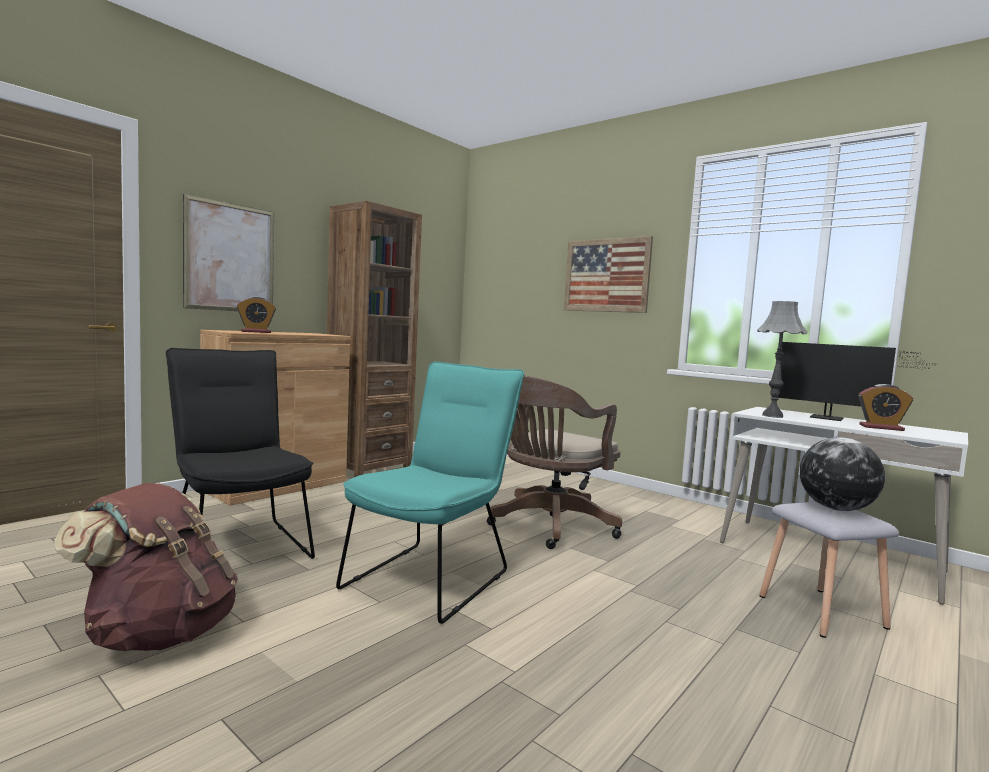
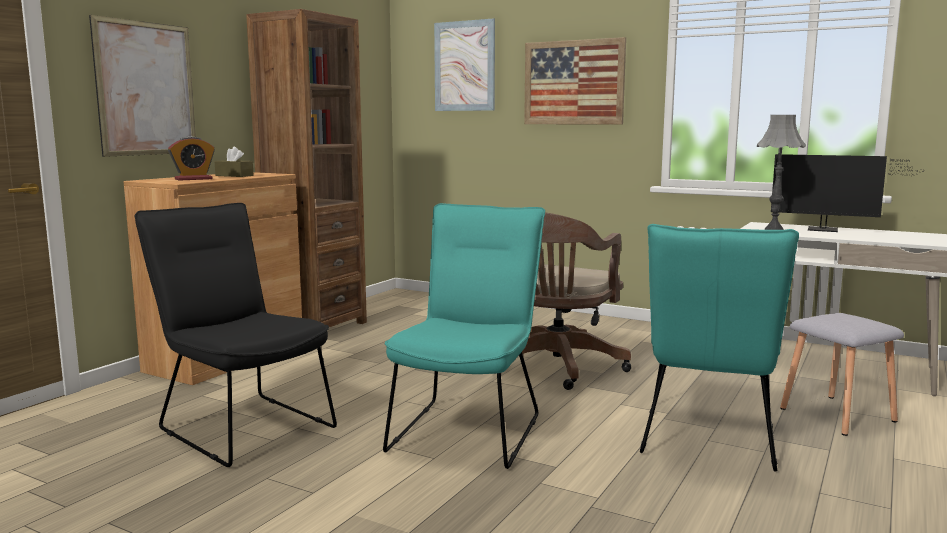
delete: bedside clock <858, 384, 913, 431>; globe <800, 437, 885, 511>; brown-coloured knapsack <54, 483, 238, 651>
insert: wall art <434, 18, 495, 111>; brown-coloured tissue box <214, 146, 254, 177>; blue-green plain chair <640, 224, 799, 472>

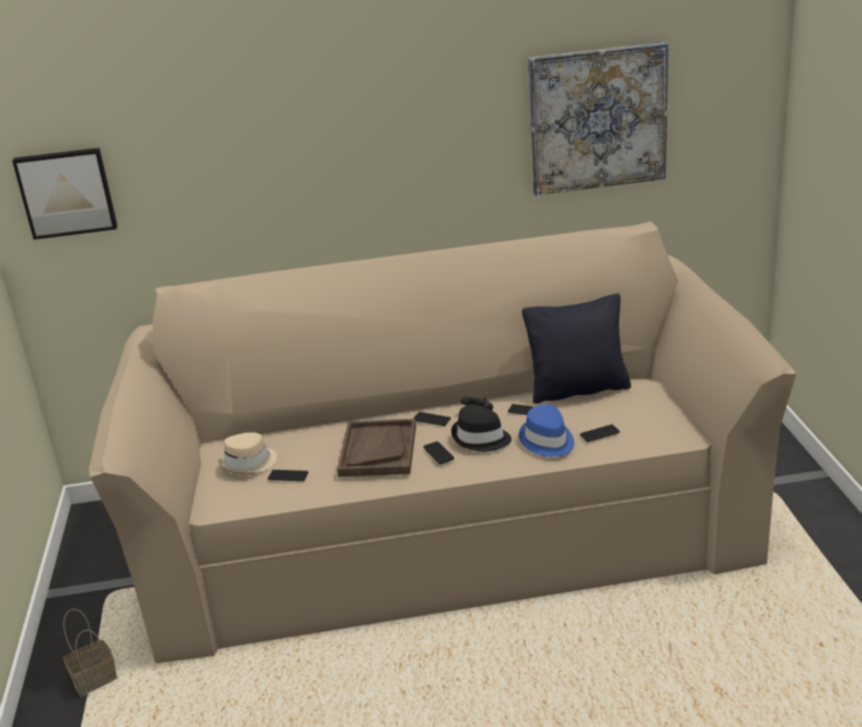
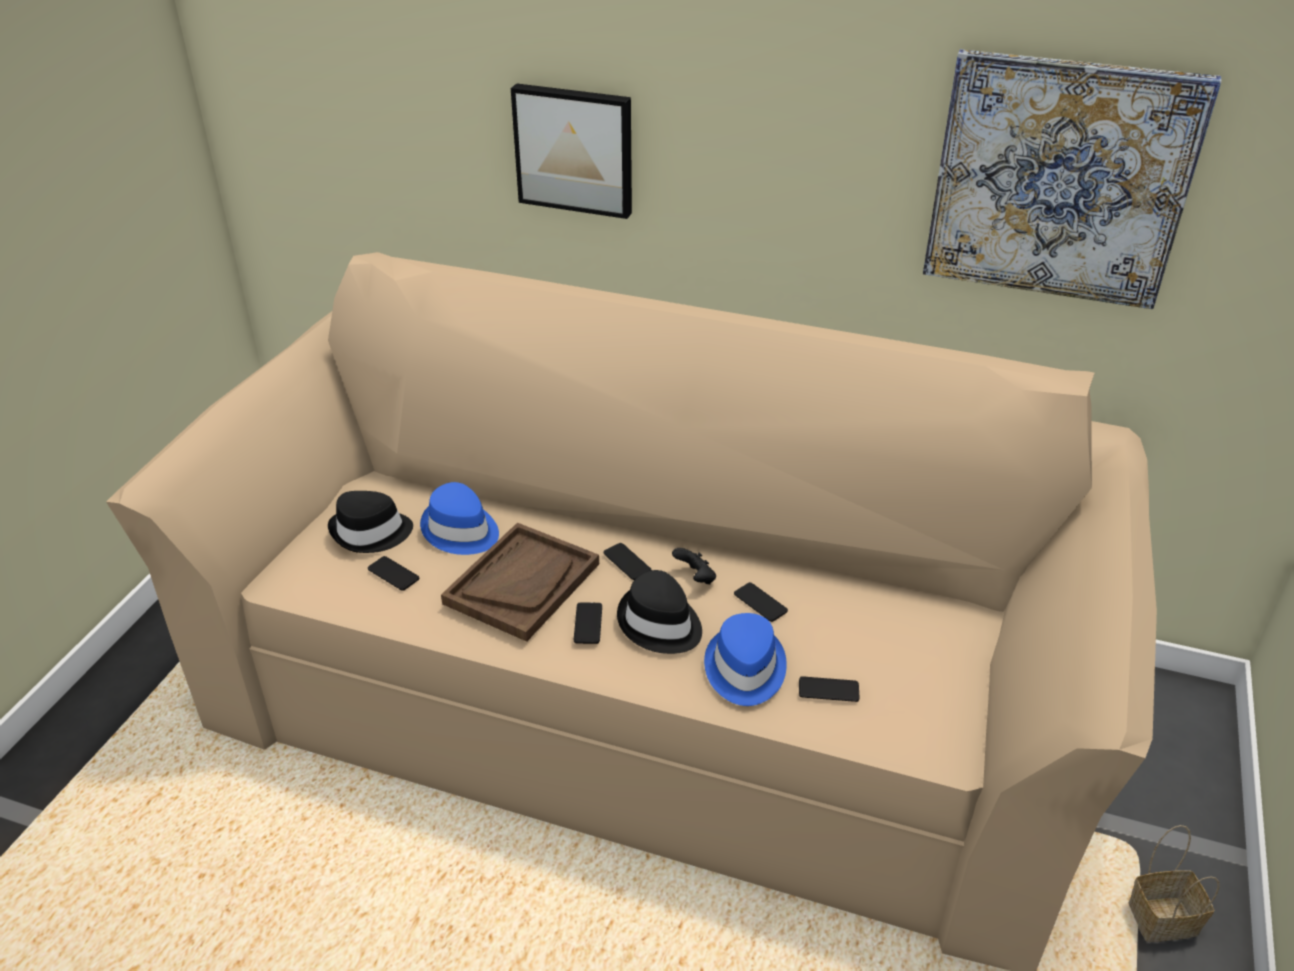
delete: blackish throw pillow <522, 294, 631, 404>
insert: bluish clothing hat <420, 482, 499, 555>
move: wall art <12, 148, 117, 240> to <511, 83, 632, 219>; storage basket <63, 609, 117, 697> to <1129, 825, 1220, 942>
recolor: beige clothing hat <218, 432, 277, 475> to blackish clothing hat <328, 491, 413, 553>

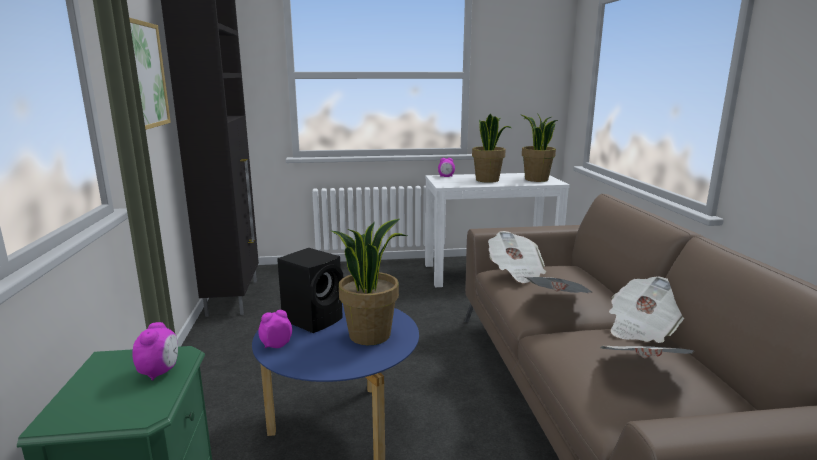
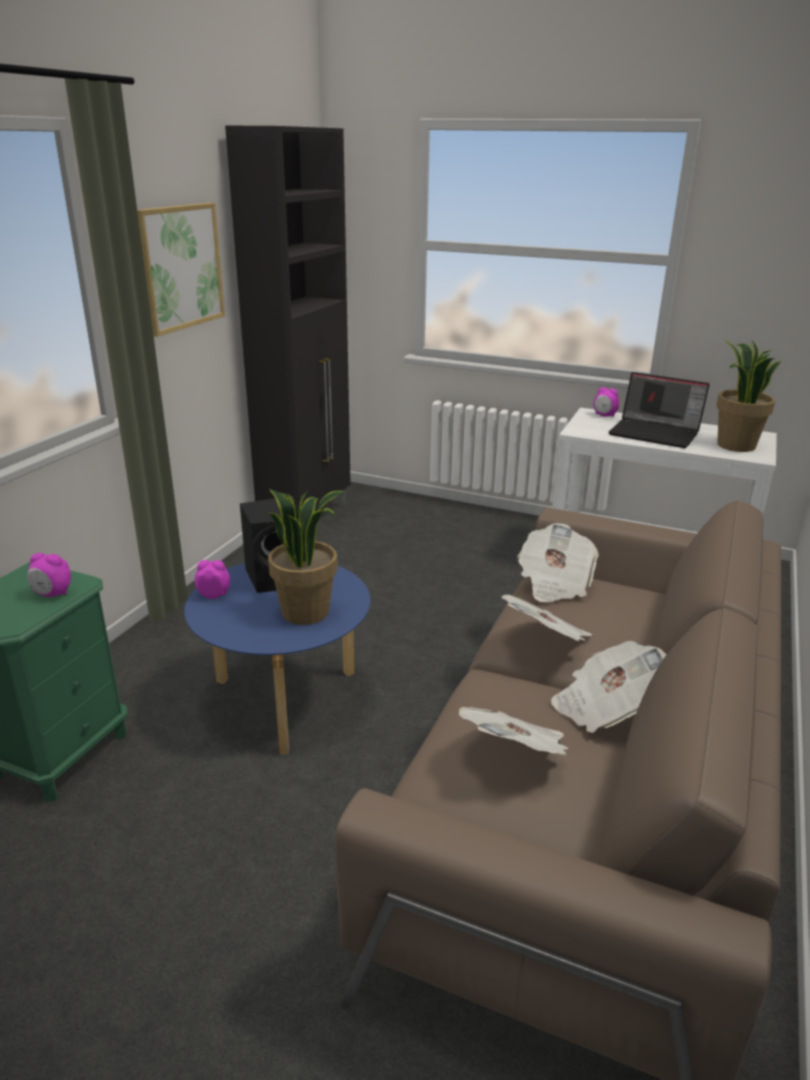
replace: plant in a pot <472, 113, 512, 183> to portable computer <608, 372, 710, 448>
rotate: bedside clock <132, 322, 178, 381> = <28, 553, 71, 597> 75 degrees clockwise

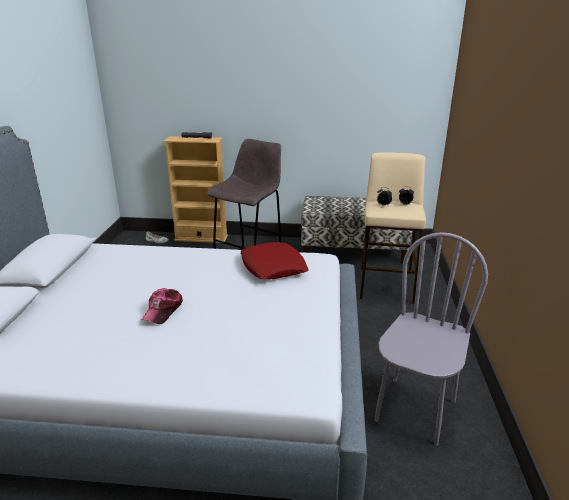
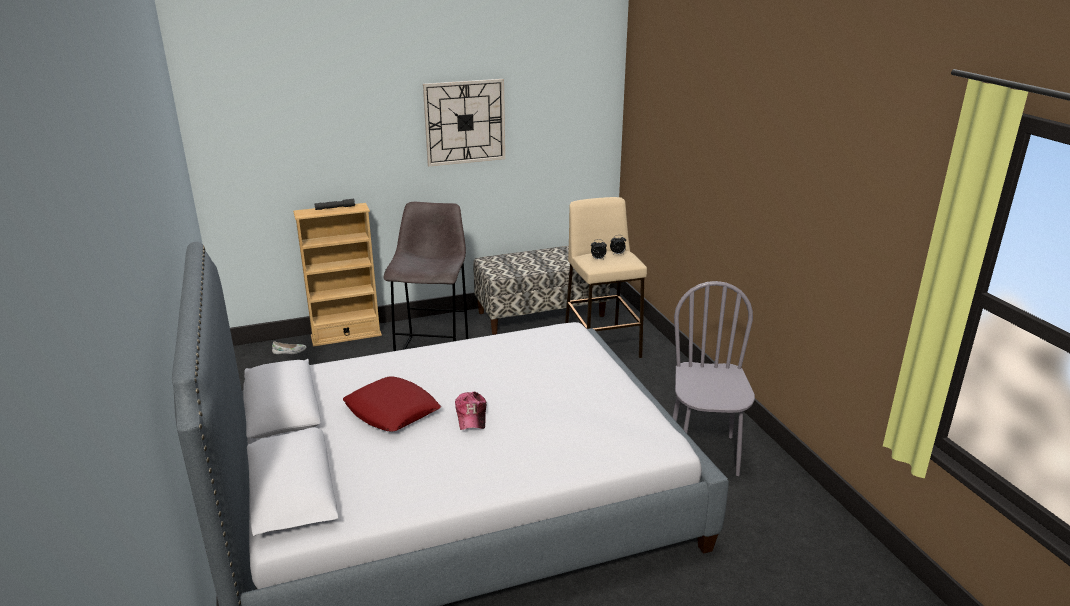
insert: wall clock <423, 79, 505, 166>
move: red-coloured throw pillow <241, 242, 309, 279> to <343, 376, 441, 432>

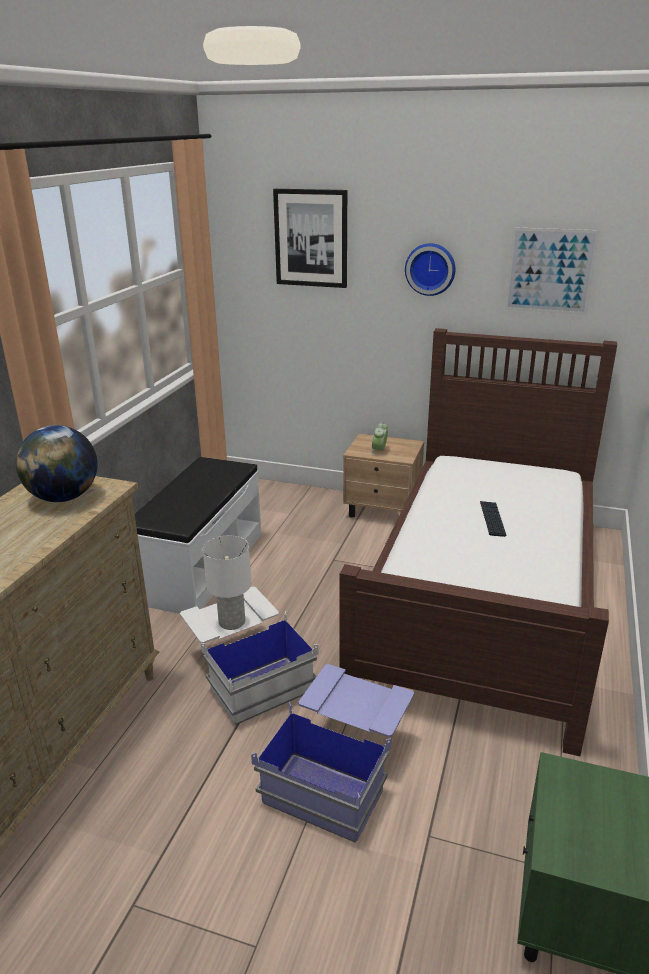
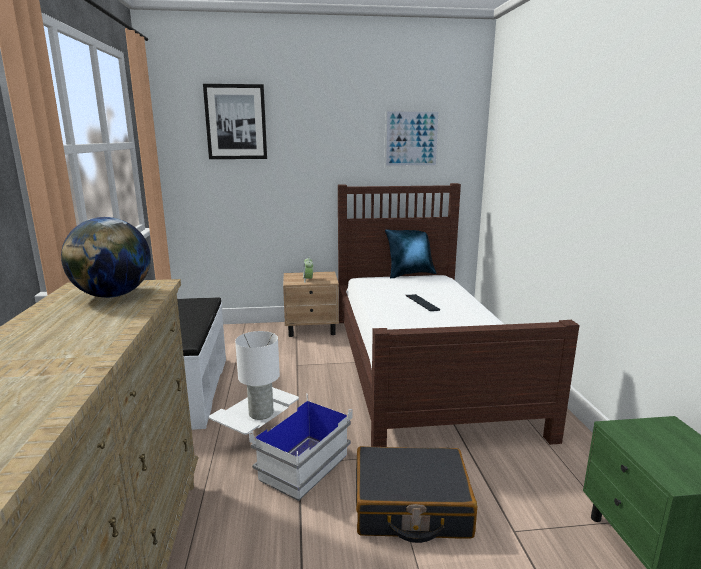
delete: wall clock <405, 243, 455, 296>
insert: bluish throw pillow <385, 229, 437, 278>
replace: bluish storage box <251, 664, 414, 843> to blackish piece of luggage <356, 446, 477, 543>

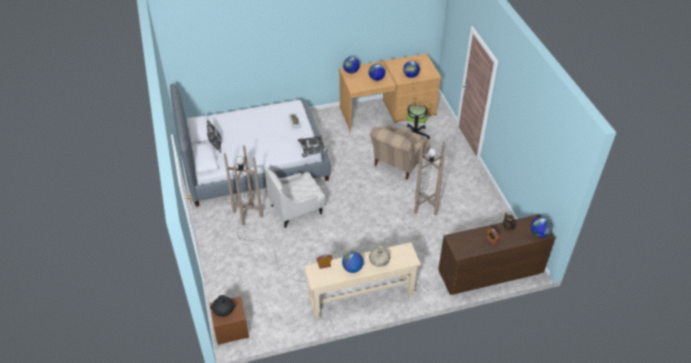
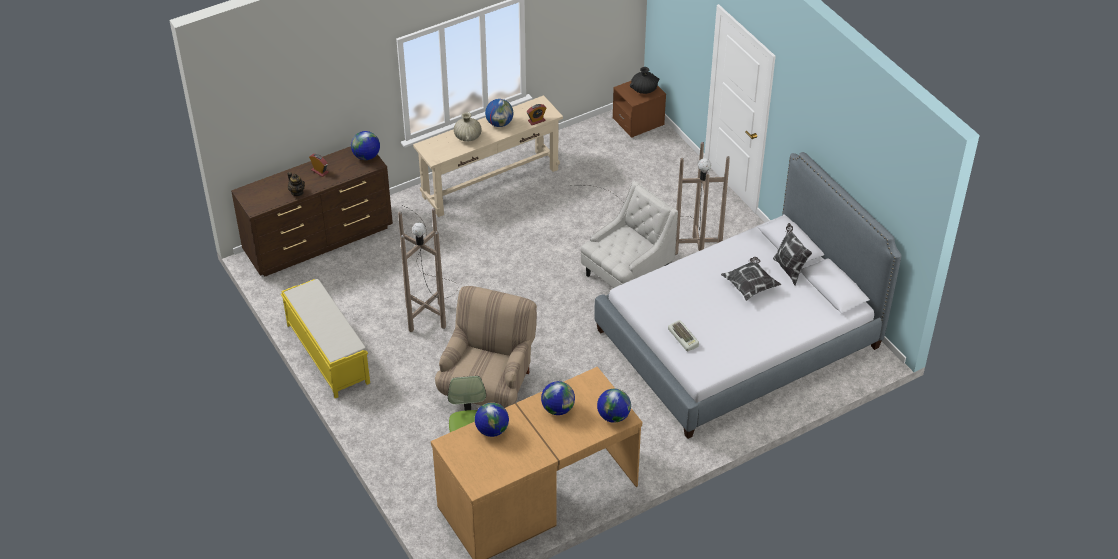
insert: yellow-coloured bench <281, 279, 370, 398>
move: throw pillow <298, 135, 328, 157> to <721, 257, 781, 301>; globe <531, 217, 552, 238> to <351, 131, 380, 160>

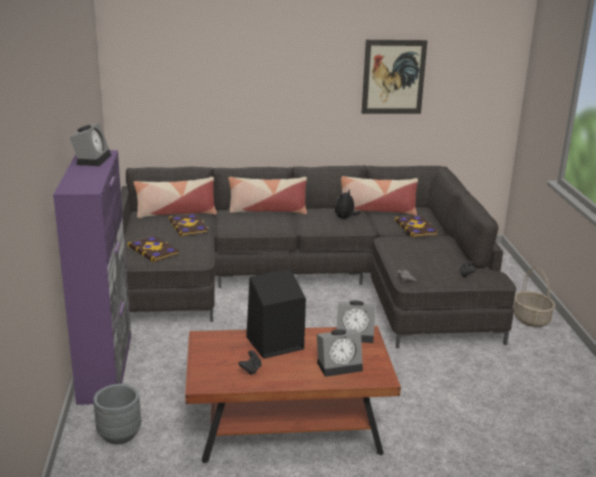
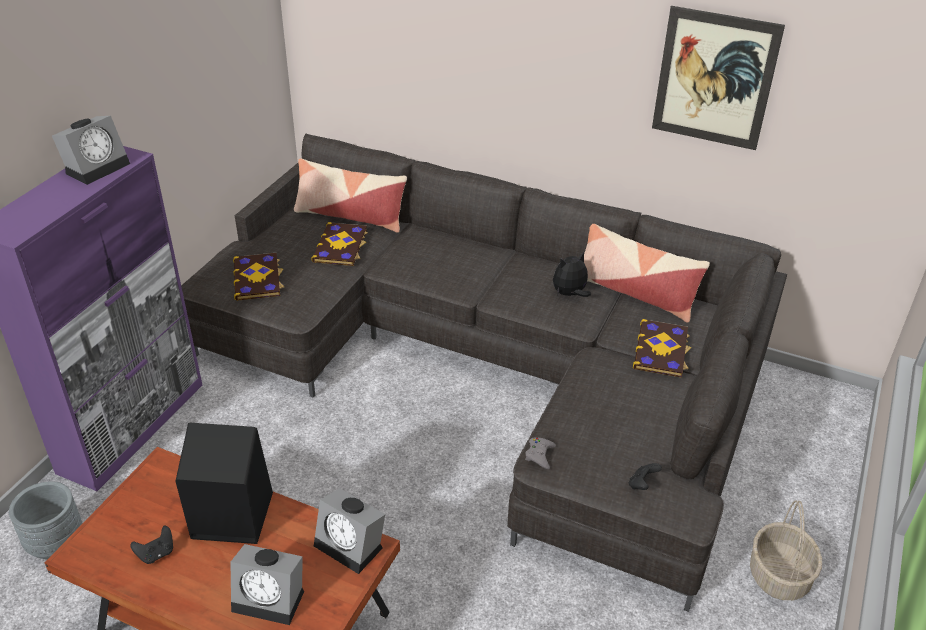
delete: throw pillow <228, 177, 307, 214>

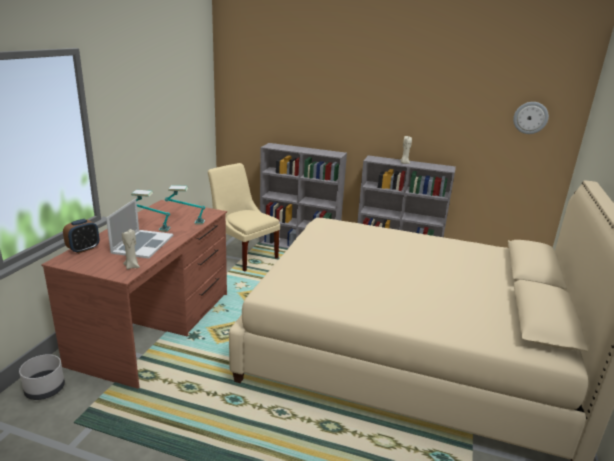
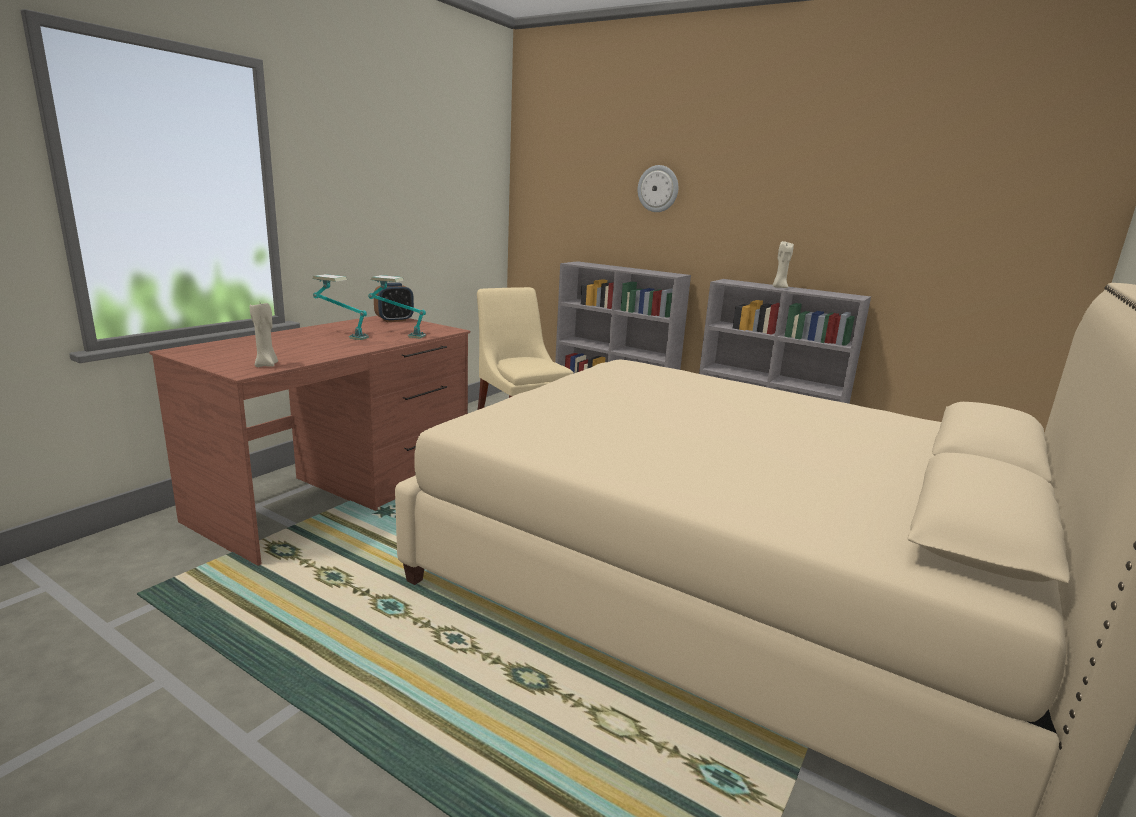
delete: portable computer <106, 198, 173, 259>; gray plant pot <19, 354, 65, 400>
move: wall clock <513, 102, 549, 134> to <638, 165, 678, 212>; bedside clock <63, 219, 99, 254> to <374, 283, 414, 322>

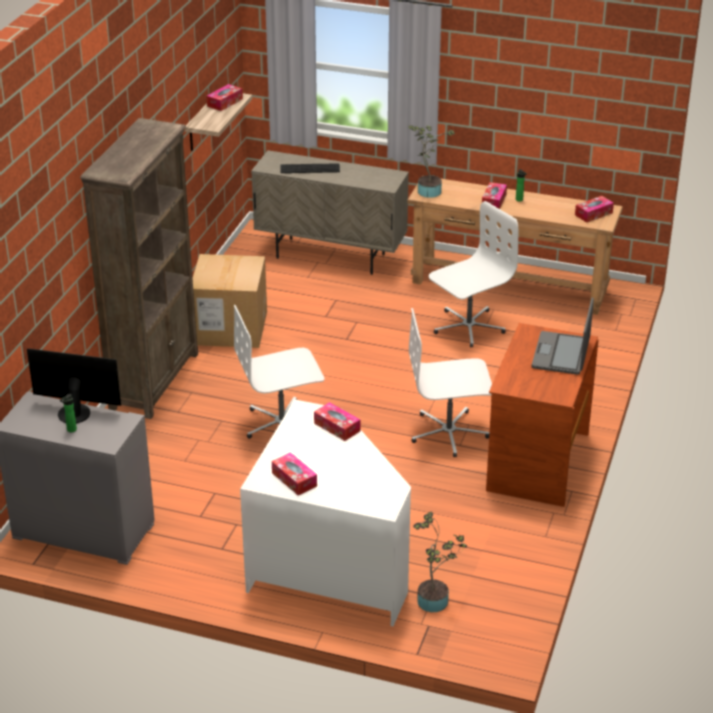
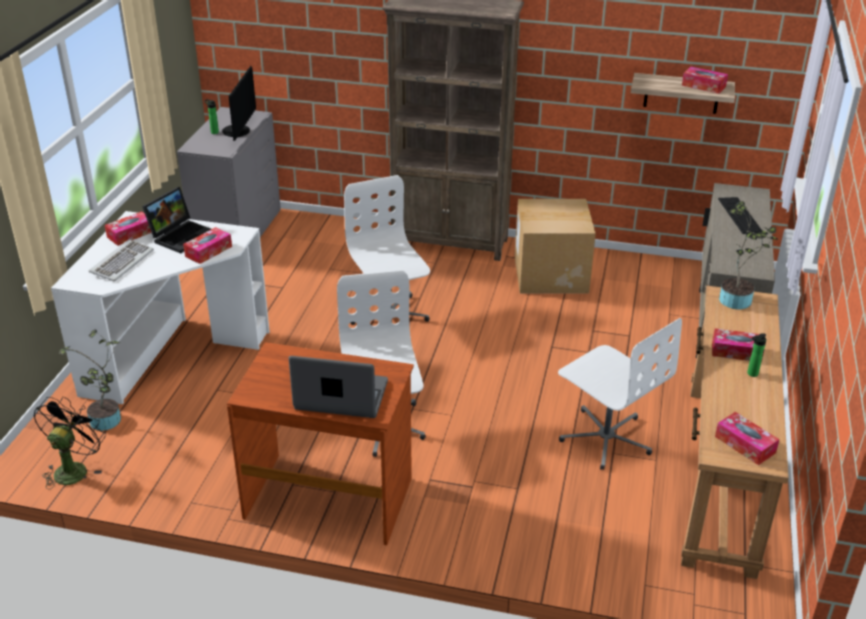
insert: portable computer <142, 187, 211, 253>; computer keyboard <88, 240, 154, 281>; blackish fan <33, 397, 106, 489>

